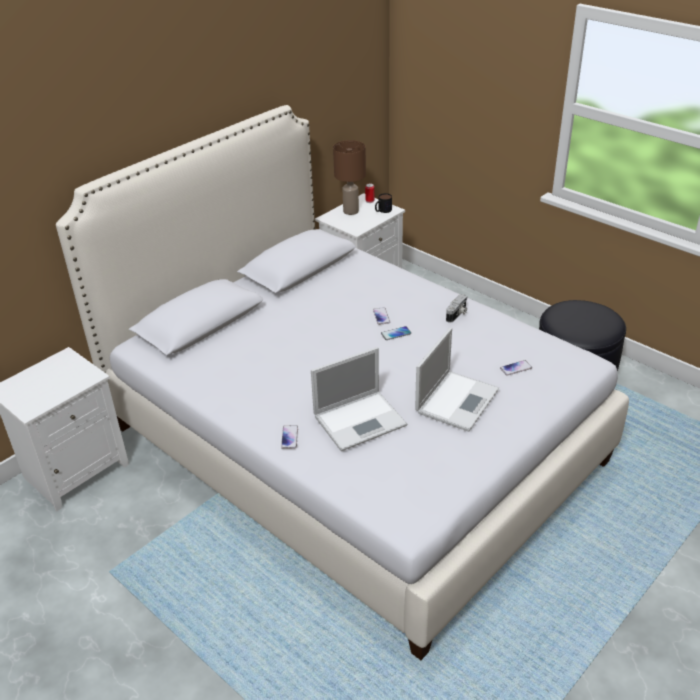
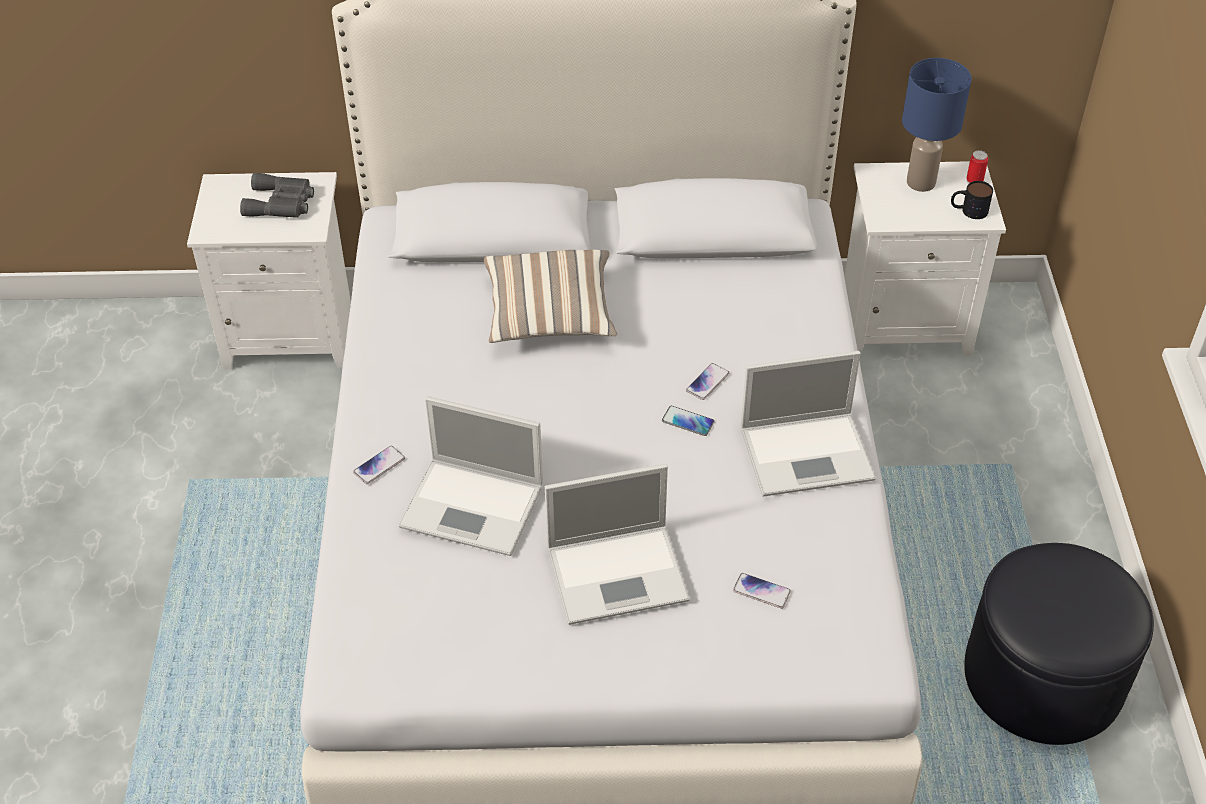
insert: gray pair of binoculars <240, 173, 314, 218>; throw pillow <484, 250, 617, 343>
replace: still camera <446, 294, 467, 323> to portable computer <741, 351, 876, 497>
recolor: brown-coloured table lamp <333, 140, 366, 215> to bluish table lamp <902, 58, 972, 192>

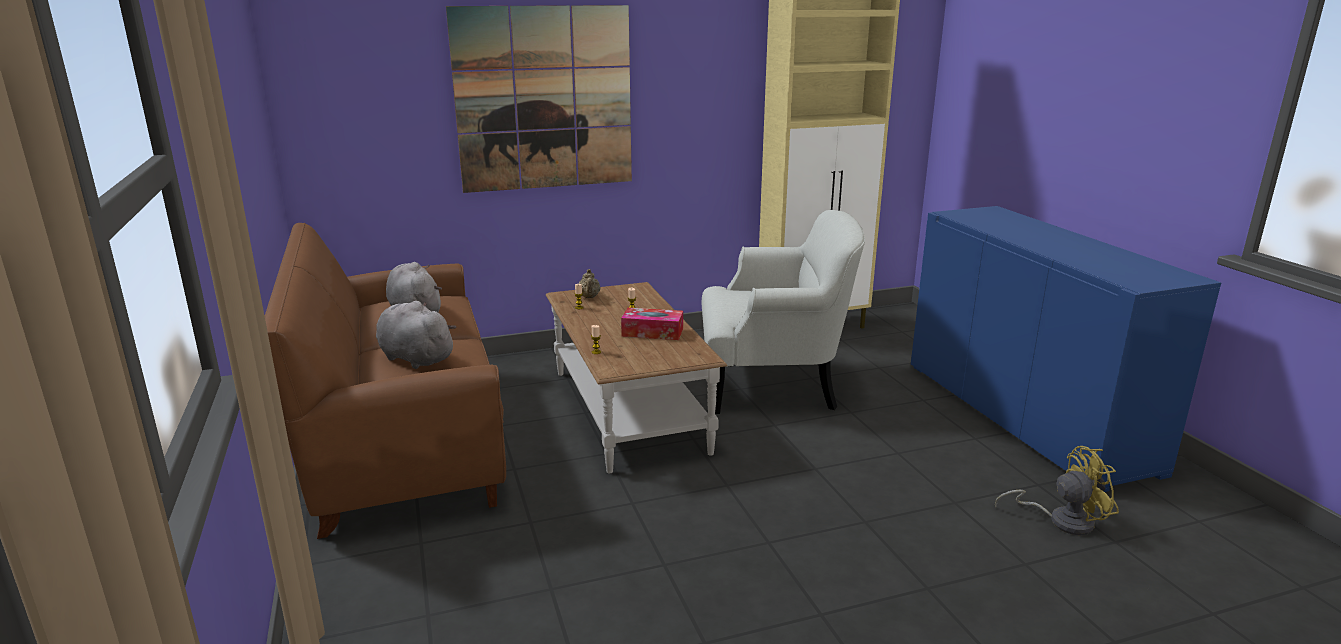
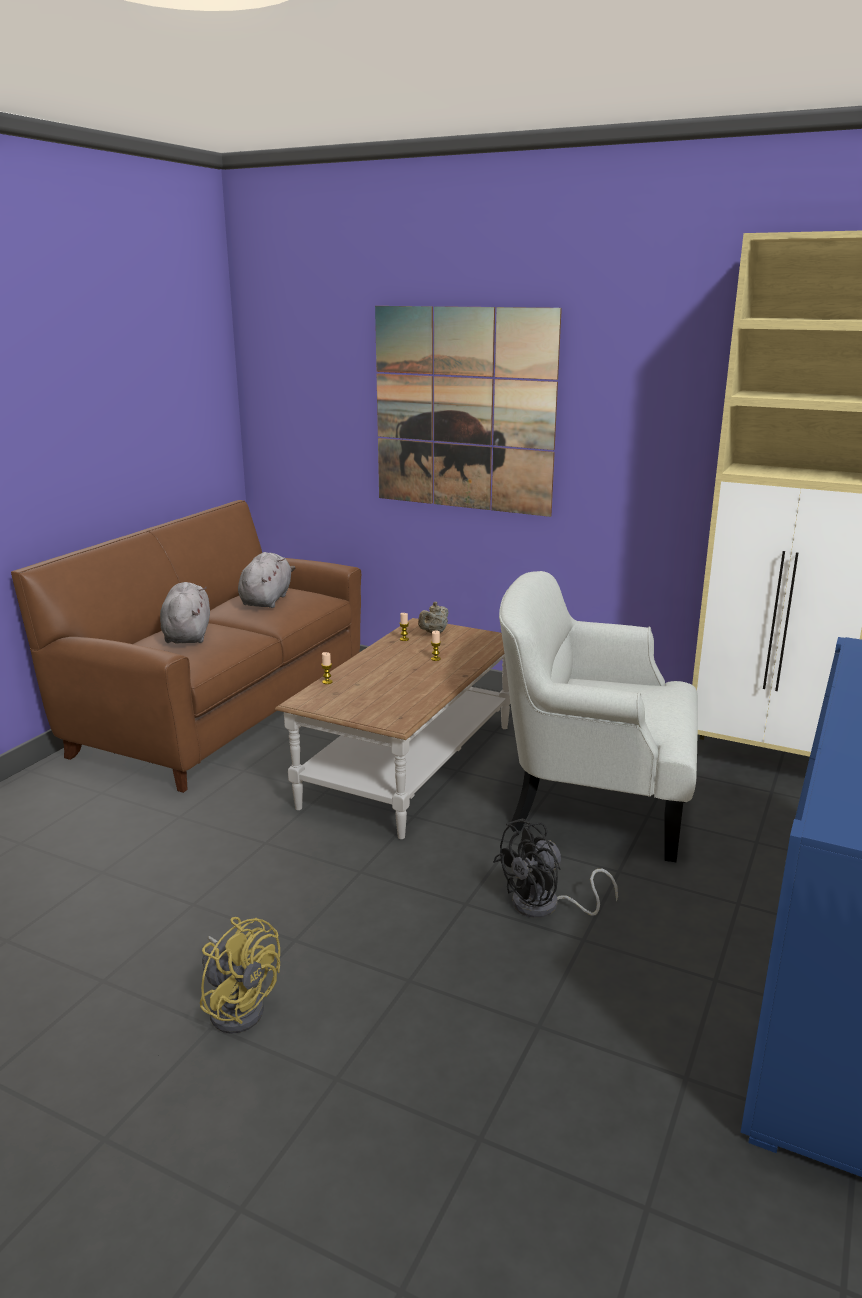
delete: tissue box <621, 308, 683, 340>
insert: blackish fan <493, 819, 618, 918>
move: yellow-coloured fan <995, 446, 1119, 535> to <200, 917, 280, 1034>
rotate: white-coloured armchair <702, 210, 865, 414> = <499, 571, 698, 862> 150 degrees clockwise

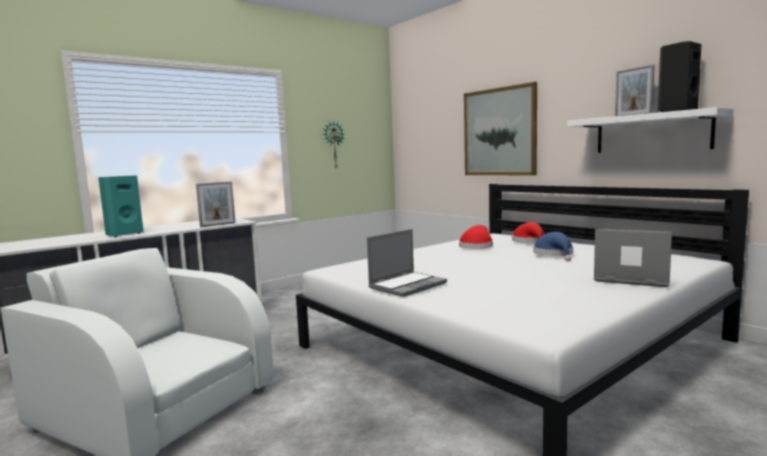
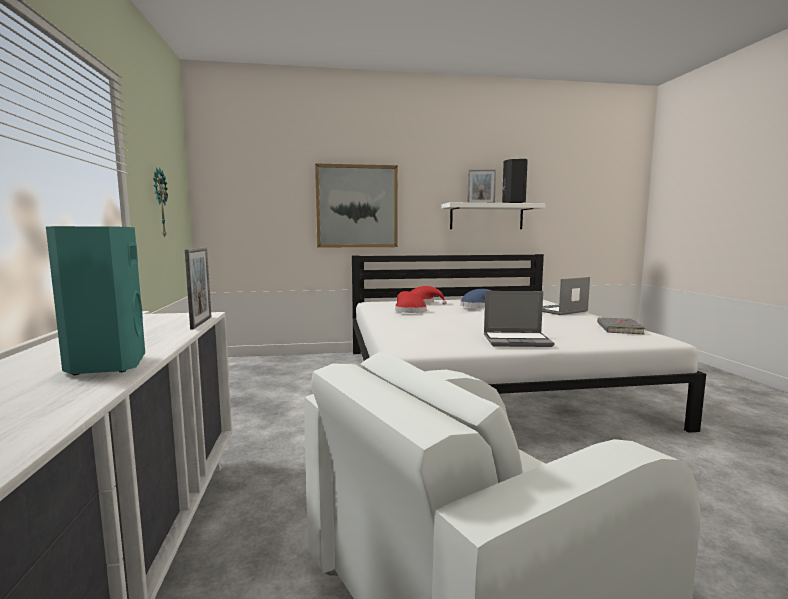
insert: gray bound book <597, 317, 645, 334>
rotate: portable computer <367, 229, 447, 297> = <484, 291, 554, 347> 105 degrees clockwise

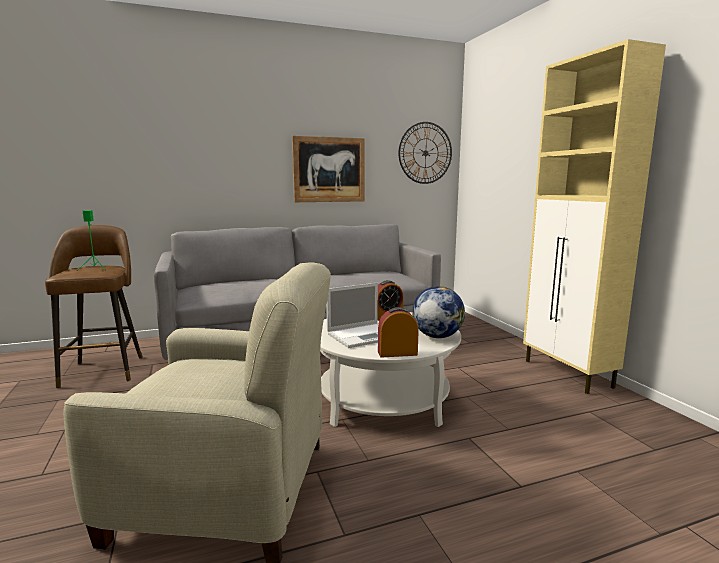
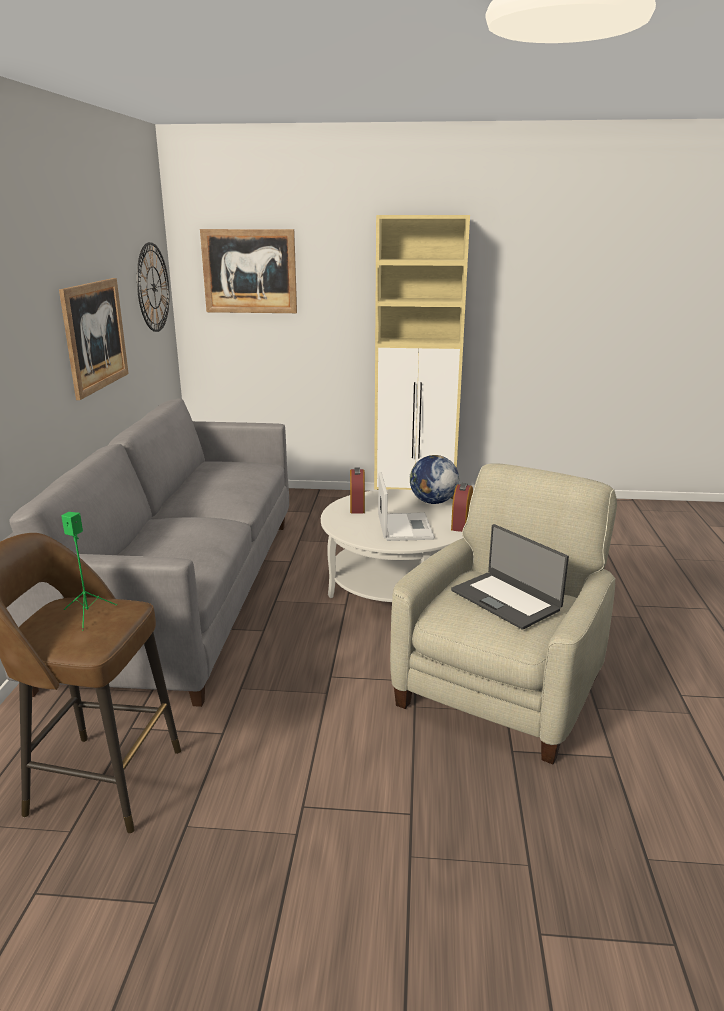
insert: wall art <200, 229, 297, 313>; portable computer <451, 524, 569, 630>

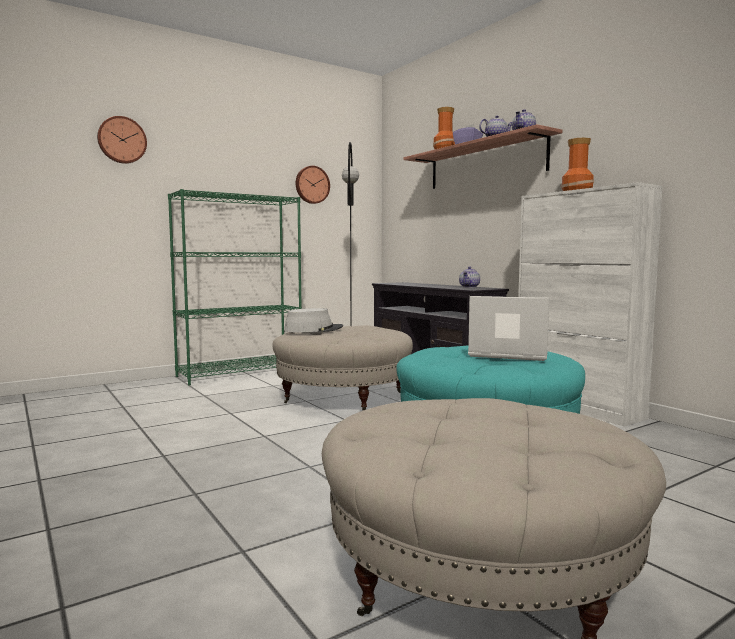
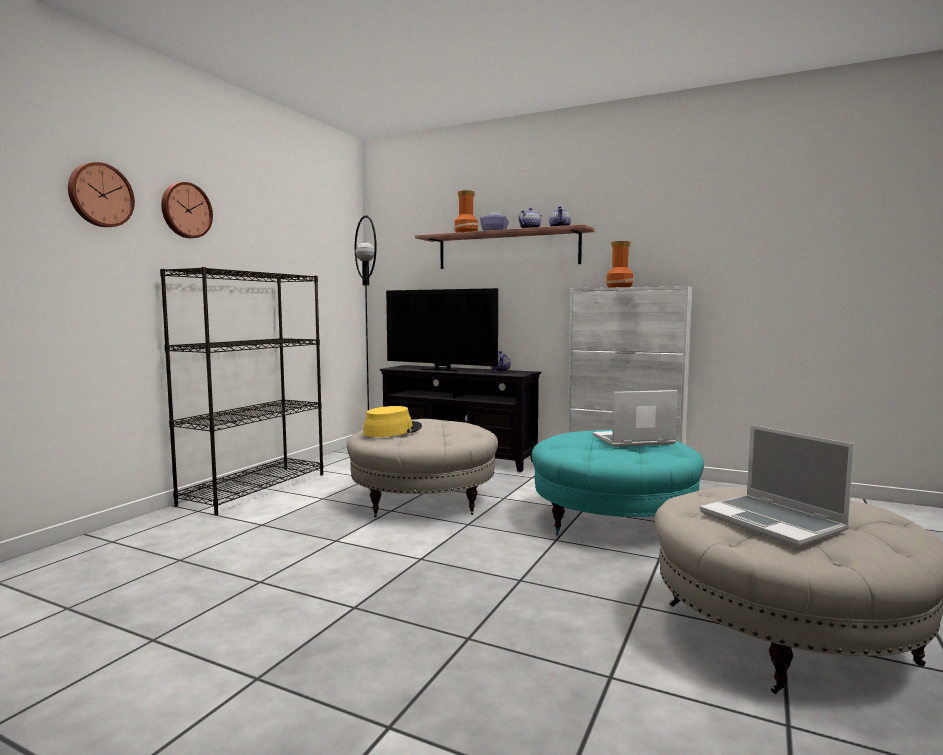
insert: TV <386, 288, 498, 372>; portable computer <700, 425, 854, 547>
move: wall clock <296, 166, 330, 204> to <161, 182, 213, 238>
recolor: green shelving unit <168, 189, 302, 386> to blackish shelving unit <160, 267, 323, 515>; gray clothing hat <284, 308, 343, 333> to yellow-coloured clothing hat <363, 406, 422, 437>

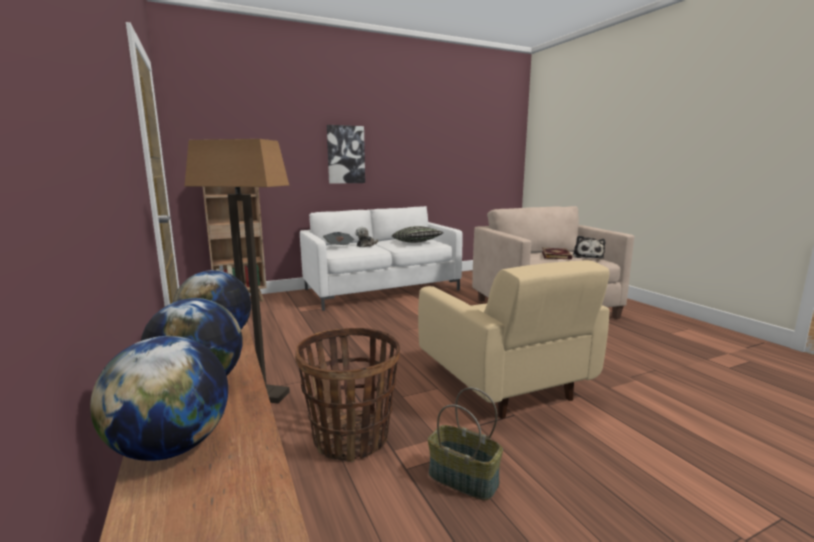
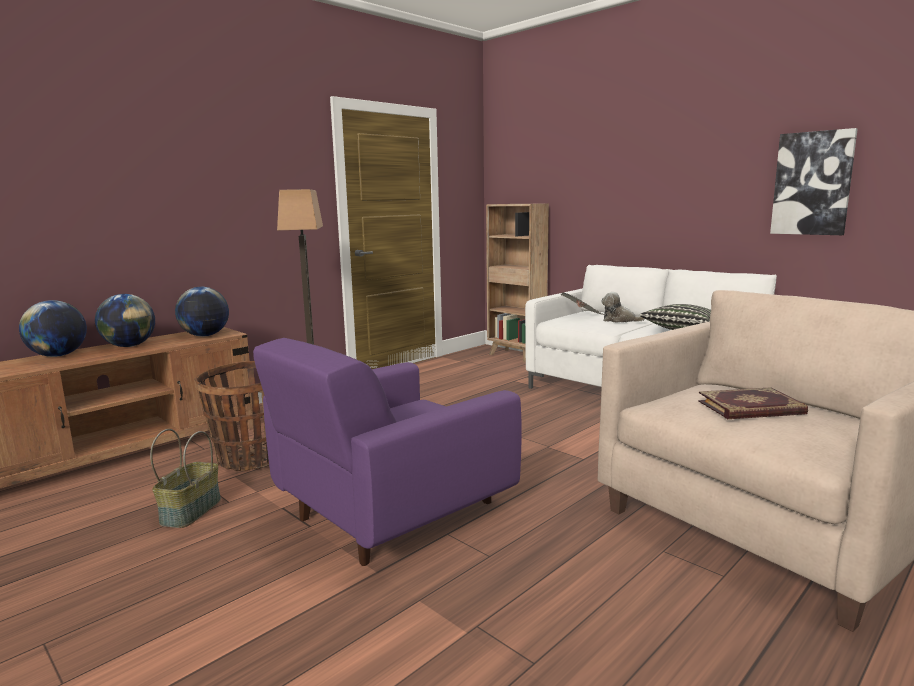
delete: cuddly toy <573, 235, 605, 258>
move: wall art <327, 125, 365, 184> to <770, 128, 858, 235>
recolor: beige armchair <418, 260, 610, 419> to purple armchair <253, 338, 522, 566>

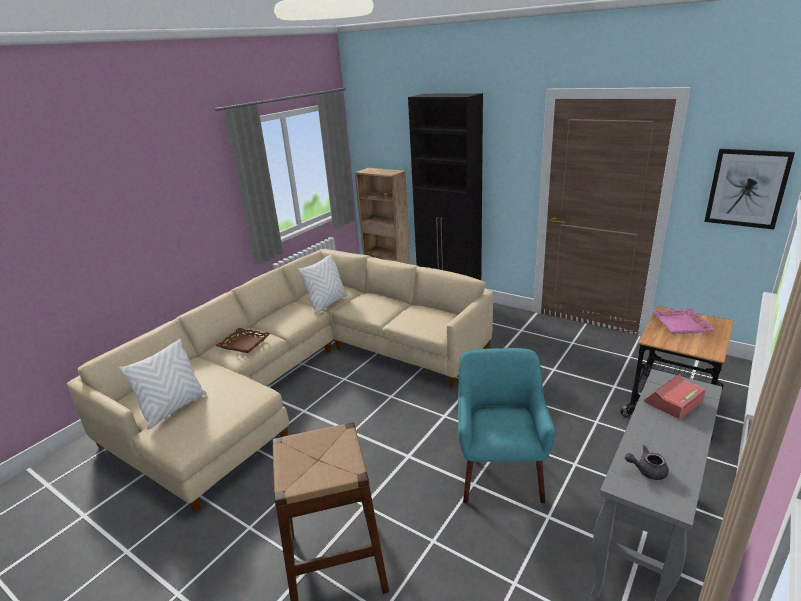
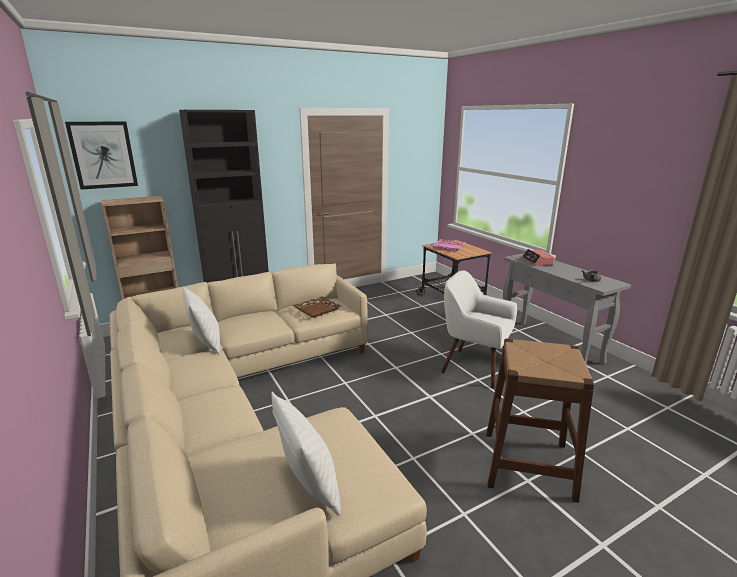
move: wall art <704, 149, 795, 229> to <65, 121, 138, 190>; brown-coloured carrying tray <216, 328, 270, 353> to <293, 296, 341, 318>
recolor: blue-green armchair <458, 348, 555, 503> to white-coloured armchair <441, 270, 517, 389>

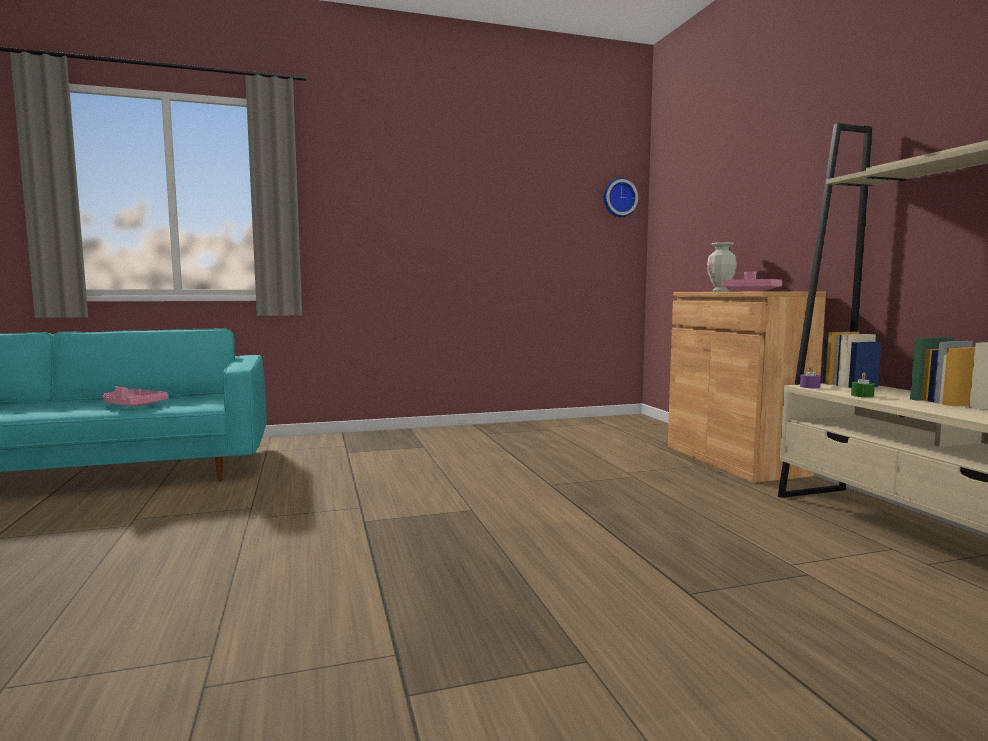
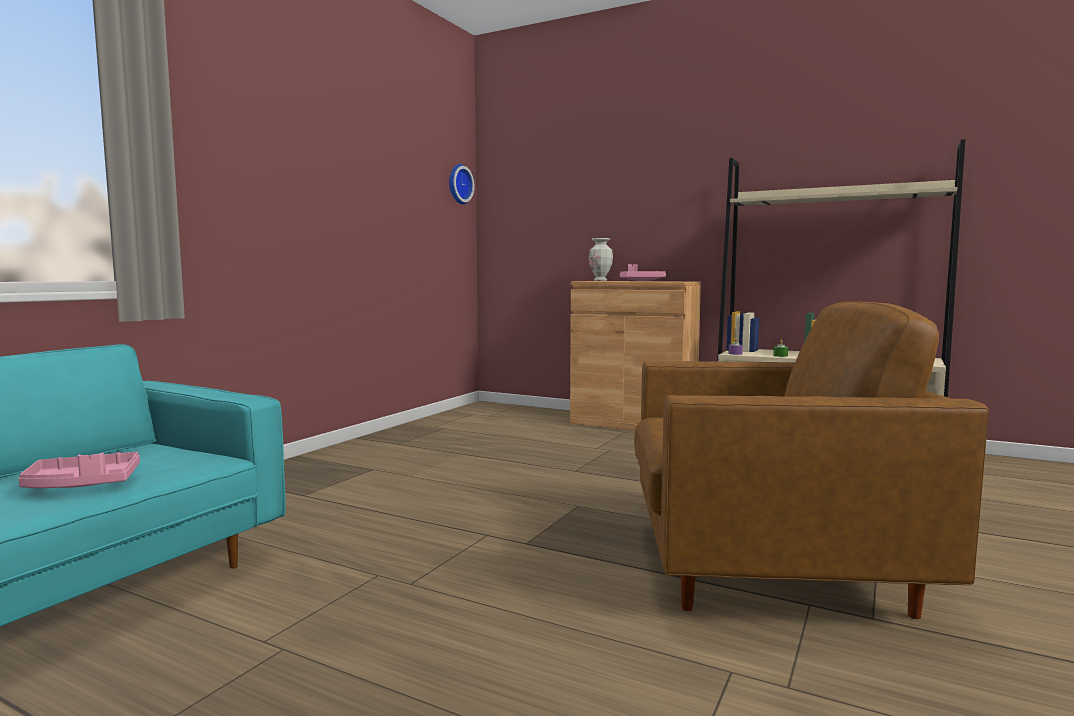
insert: brown-coloured armchair <634, 302, 989, 619>

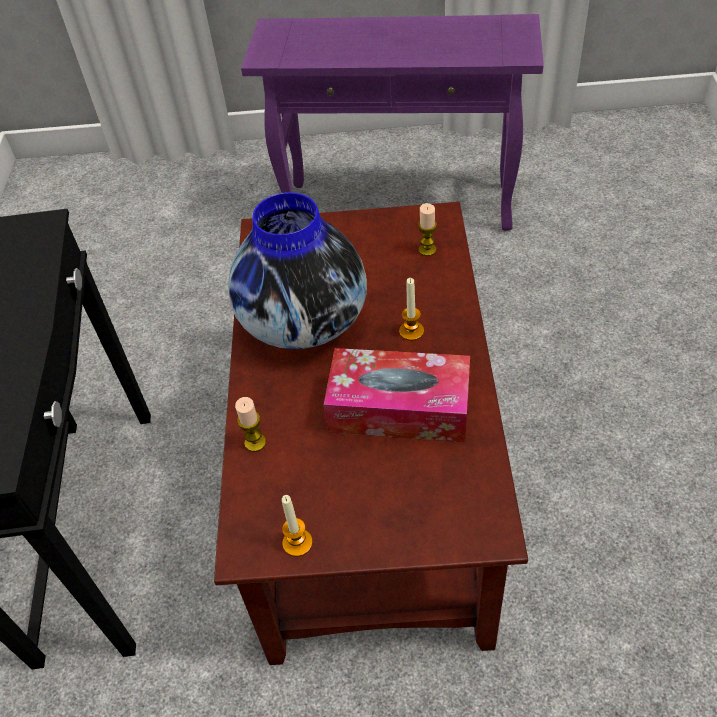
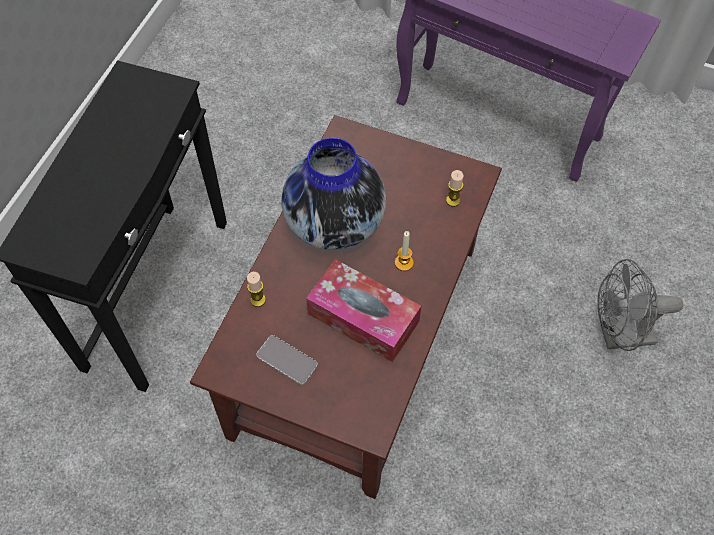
delete: wax candle <282, 495, 313, 557>
insert: gray fan <597, 259, 683, 351>; telephone <256, 335, 318, 385>

